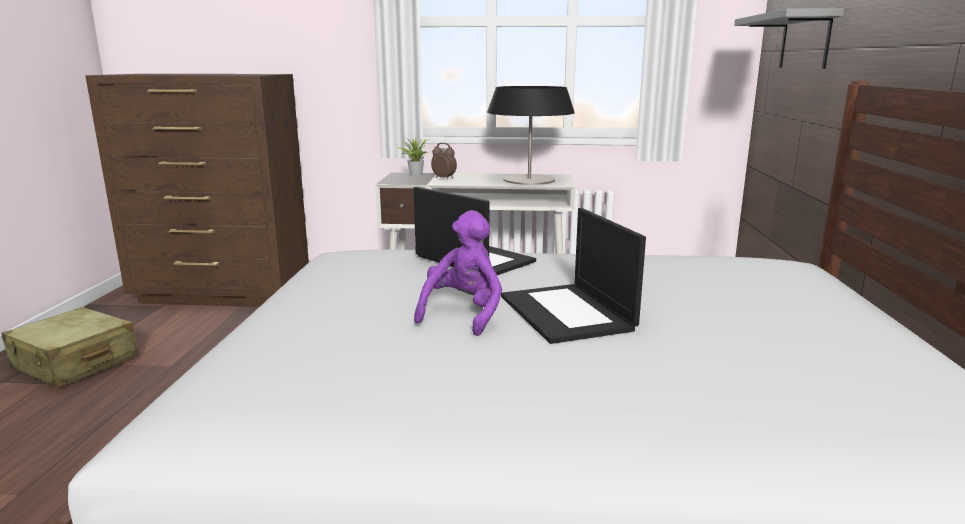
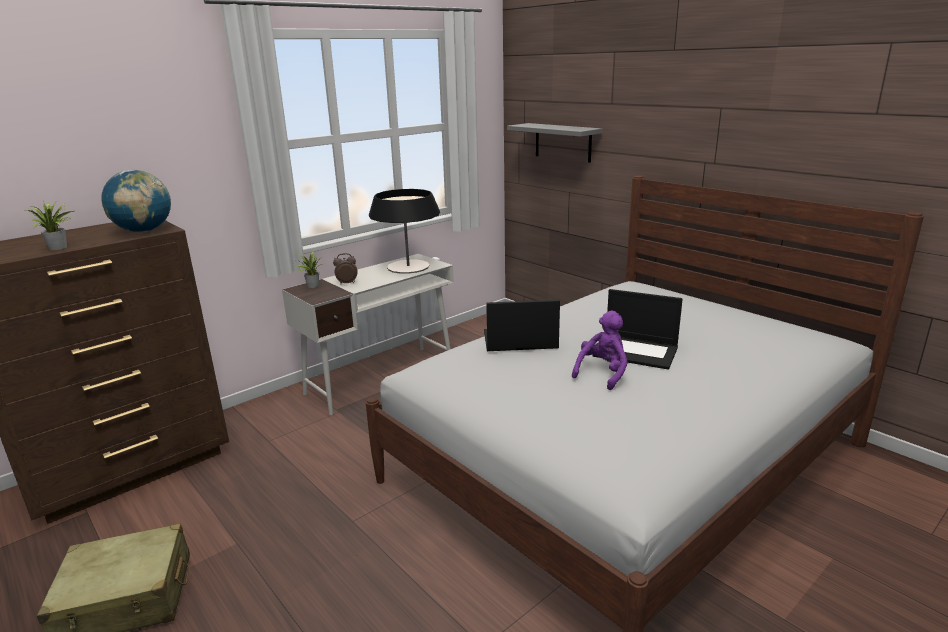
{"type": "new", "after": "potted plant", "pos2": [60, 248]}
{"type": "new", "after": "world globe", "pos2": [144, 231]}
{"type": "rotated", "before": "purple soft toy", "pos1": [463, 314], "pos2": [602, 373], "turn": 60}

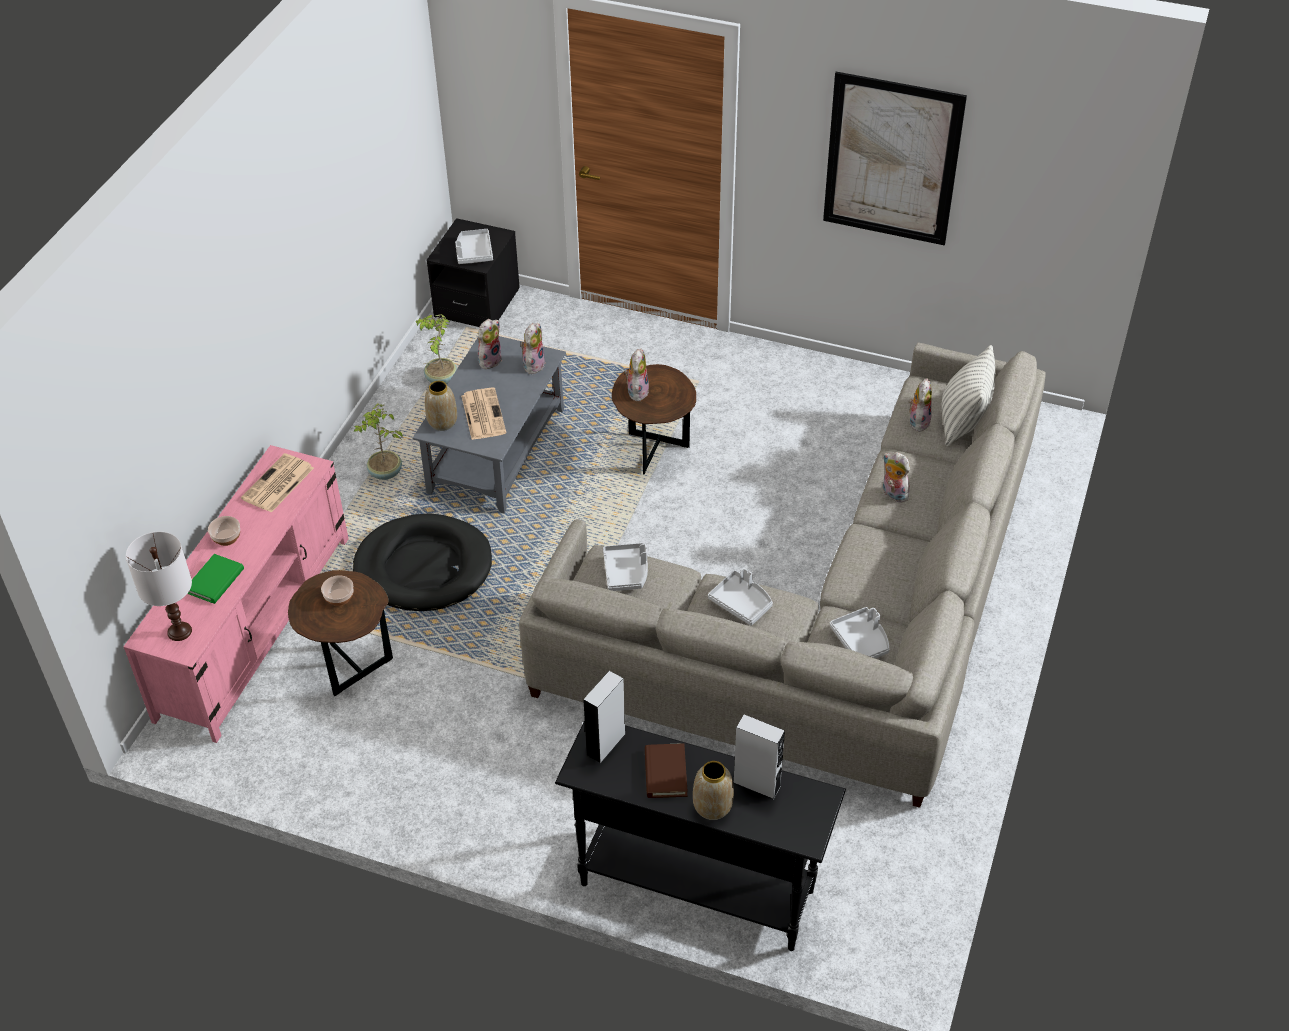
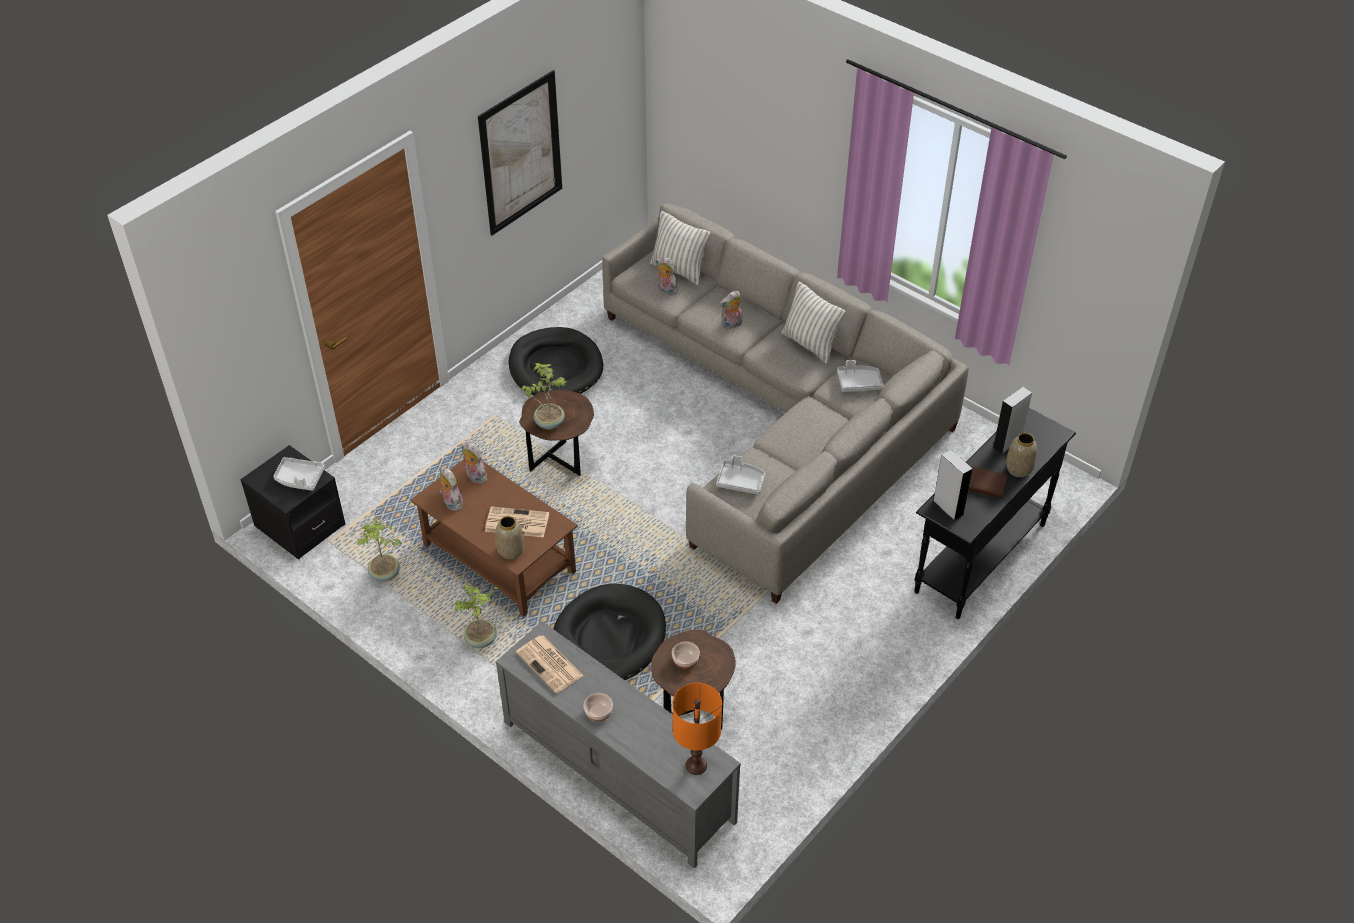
{"type": "gone", "before": "green-coloured volume", "pos1": [215, 581]}
{"type": "gone", "before": "gray carrying tray", "pos1": [742, 603]}
{"type": "new", "after": "blackish dog cushion", "pos2": [555, 367]}
{"type": "new", "after": "throw pillow", "pos2": [810, 344]}
{"type": "swapped", "before": "soft toy", "after": "potted plant", "pos1": [636, 391], "pos2": [549, 422]}
{"type": "repainted", "before": "pinkish media console", "after": "gray media console", "pos1": [255, 626], "pos2": [617, 770]}
{"type": "repainted", "before": "white tabletop lamp", "after": "orange-coloured tabletop lamp", "pos1": [180, 631], "pos2": [696, 765]}
{"type": "repainted", "before": "gray lounge table", "after": "brown lounge table", "pos1": [496, 452], "pos2": [500, 559]}

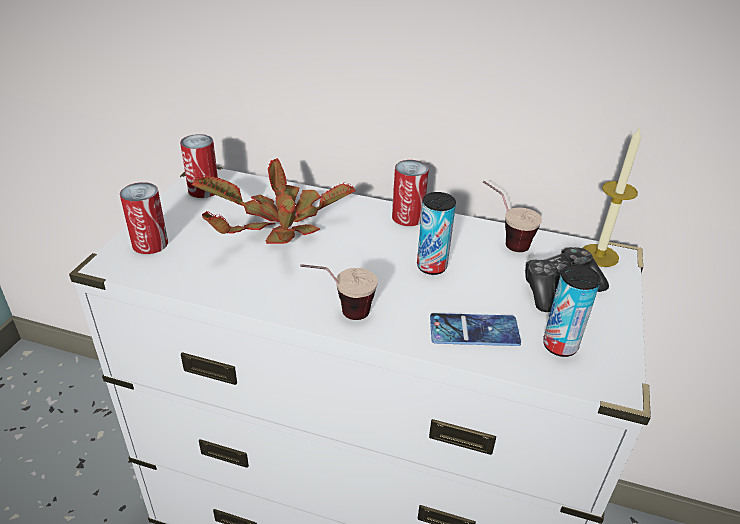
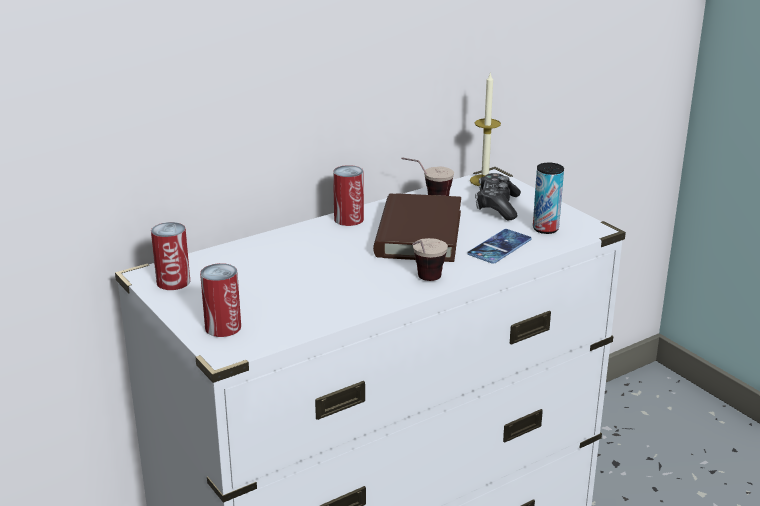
{"type": "gone", "before": "potted plant", "pos1": [277, 225]}
{"type": "swapped", "before": "can", "after": "brown volume", "pos1": [431, 266], "pos2": [418, 234]}

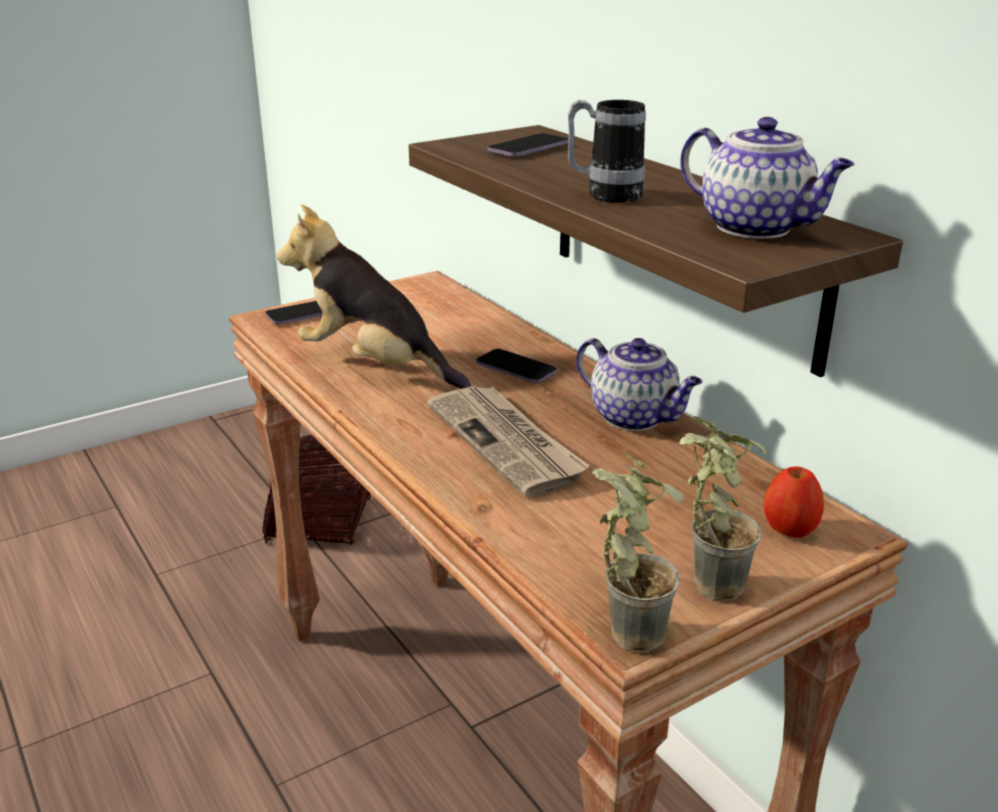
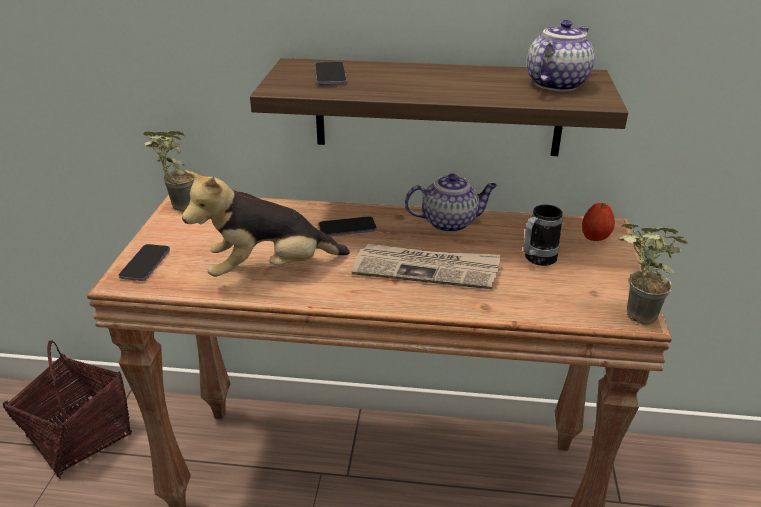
{"type": "shifted", "before": "tea mug", "pos1": [604, 195], "pos2": [536, 260]}
{"type": "shifted", "before": "potted plant", "pos1": [703, 581], "pos2": [176, 207]}
{"type": "rotated", "before": "pot for tea", "pos1": [757, 228], "pos2": [556, 84], "turn": -45}

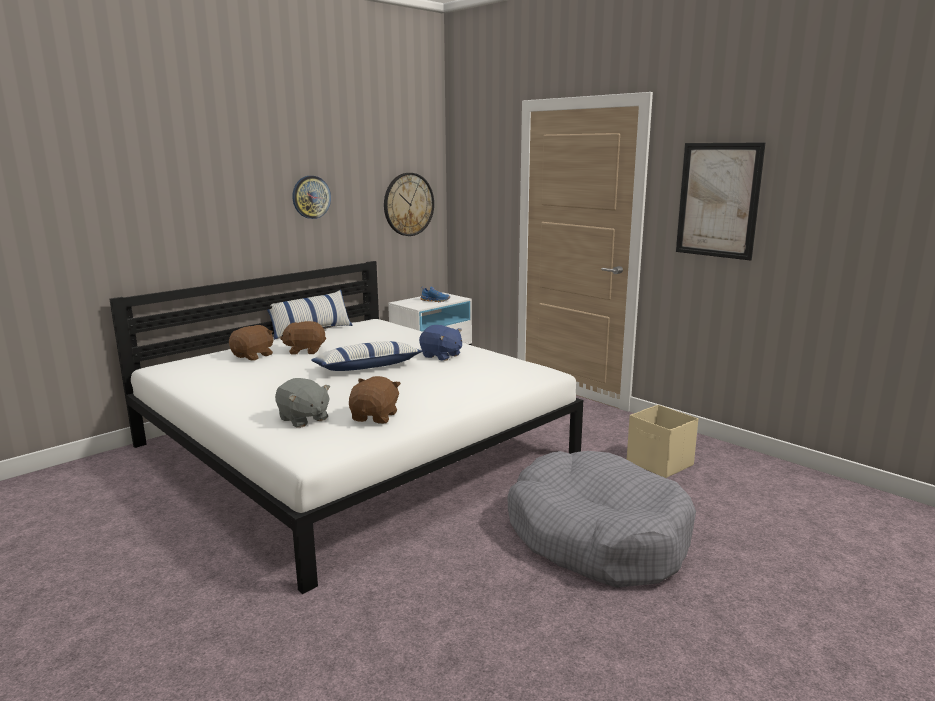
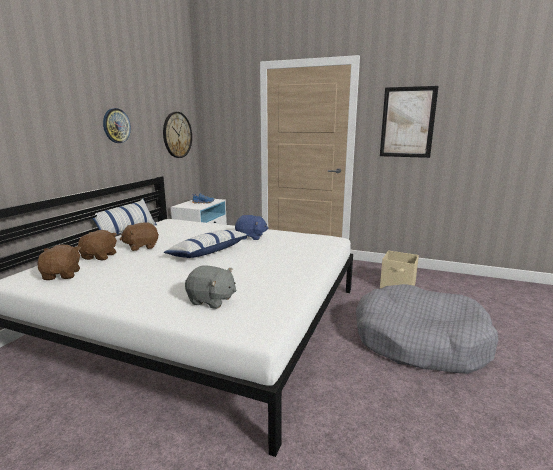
{"type": "shifted", "before": "brown soft toy", "pos1": [375, 417], "pos2": [62, 275]}

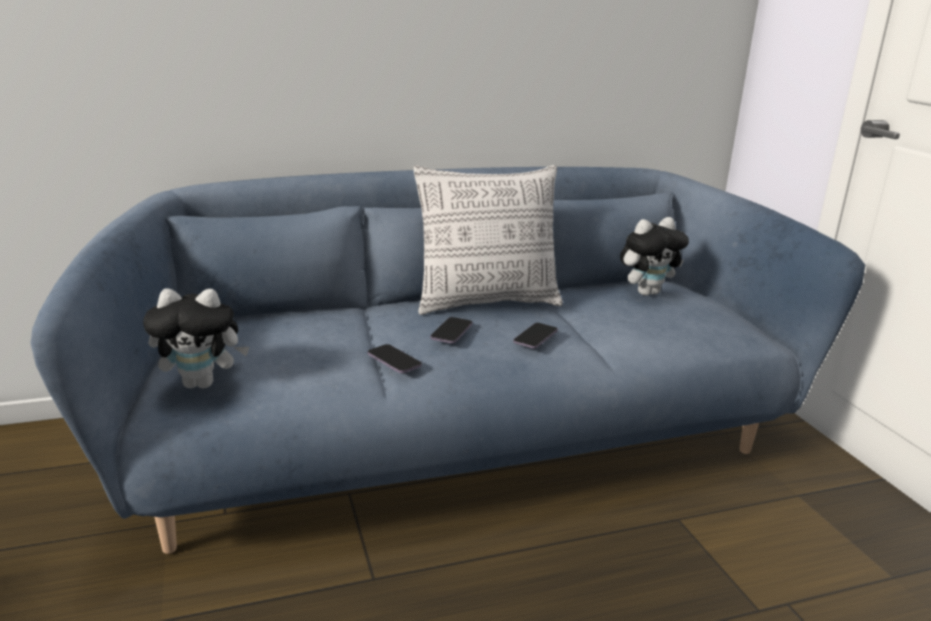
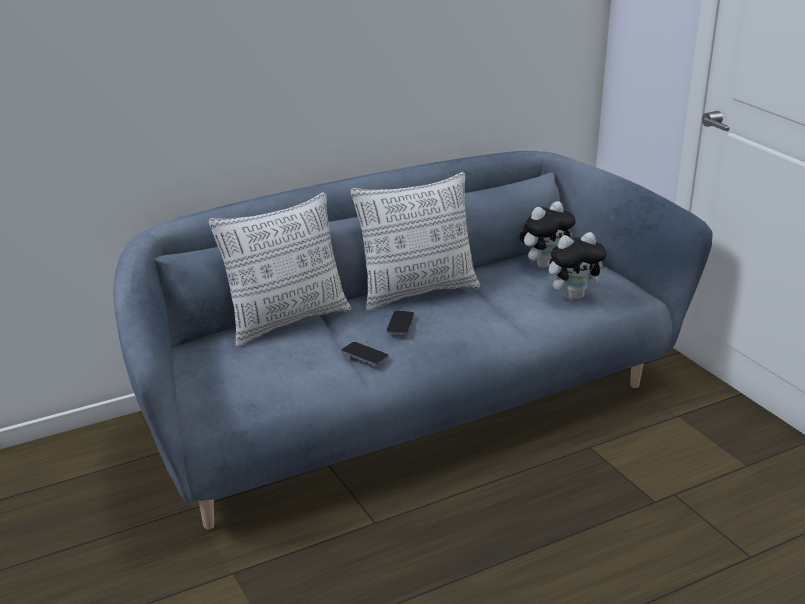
{"type": "gone", "before": "telephone", "pos1": [535, 337]}
{"type": "new", "after": "throw pillow", "pos2": [286, 321]}
{"type": "shifted", "before": "soft toy", "pos1": [202, 383], "pos2": [573, 296]}

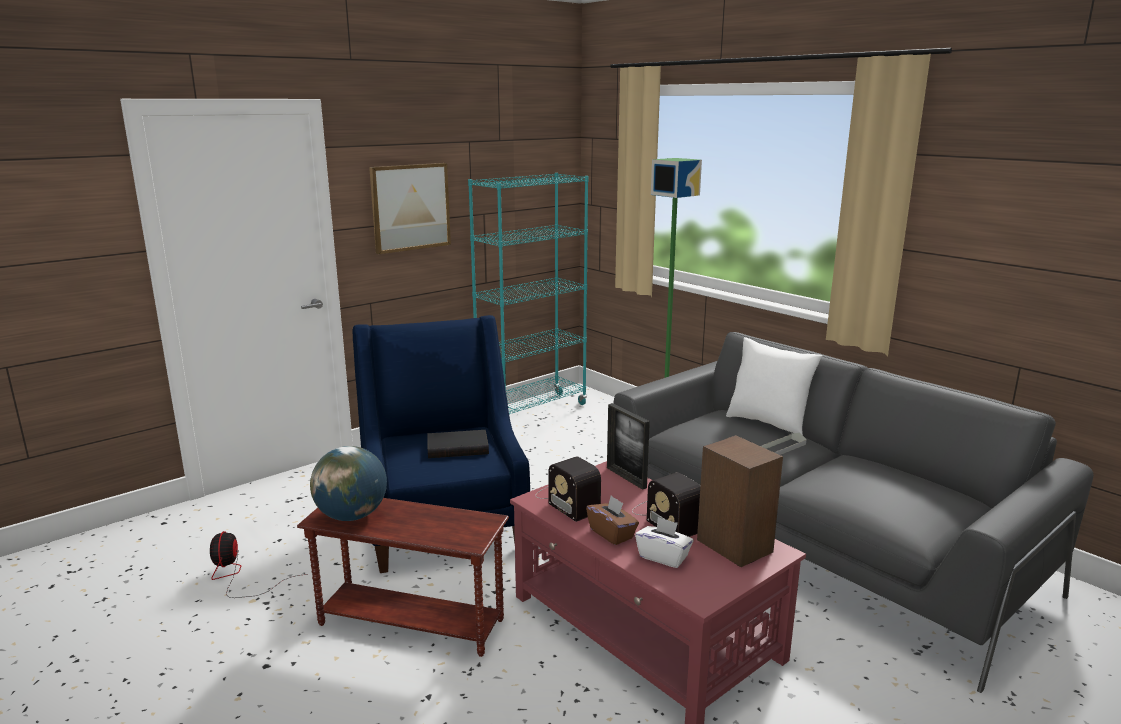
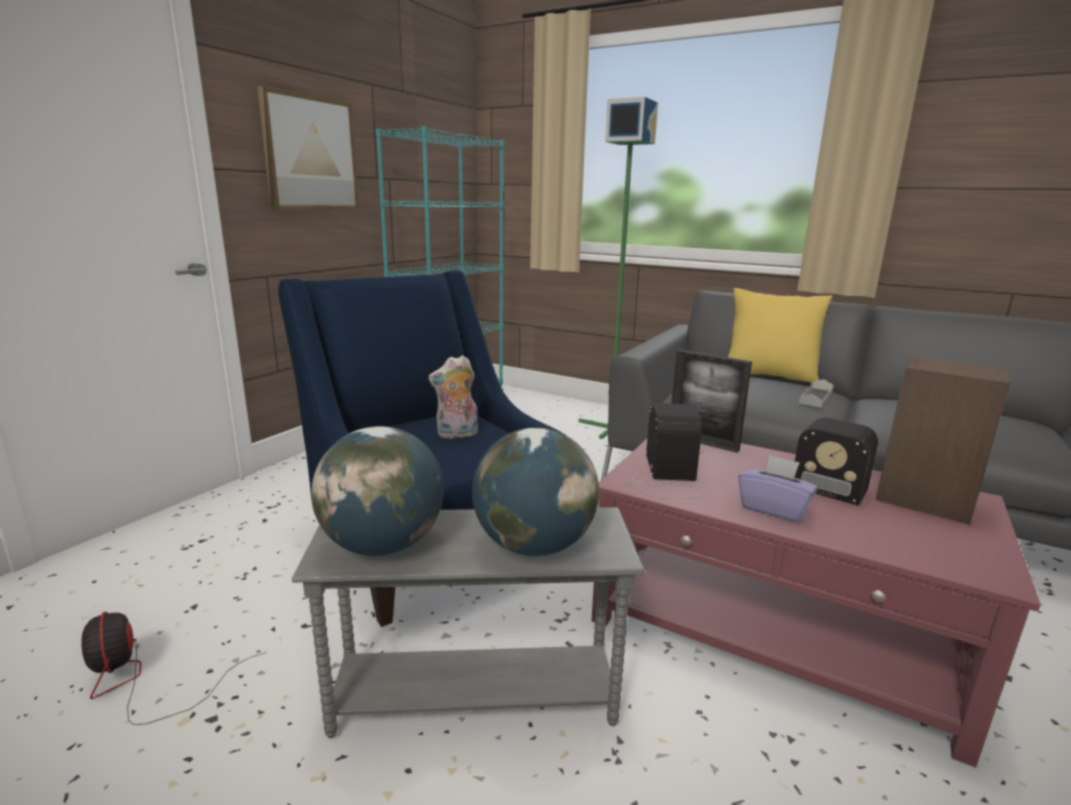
{"type": "gone", "before": "white tissue box", "pos1": [663, 557]}
{"type": "new", "after": "world globe", "pos2": [533, 546]}
{"type": "swapped", "before": "blackish volume", "after": "soft toy", "pos1": [458, 447], "pos2": [457, 435]}
{"type": "repainted", "before": "brown end table", "after": "gray end table", "pos1": [411, 623], "pos2": [475, 697]}
{"type": "repainted", "before": "brown tissue box", "after": "purple tissue box", "pos1": [612, 534], "pos2": [774, 509]}
{"type": "repainted", "before": "white throw pillow", "after": "yellow throw pillow", "pos1": [768, 423], "pos2": [769, 377]}
{"type": "rotated", "before": "radio", "pos1": [567, 500], "pos2": [668, 477], "turn": -120}

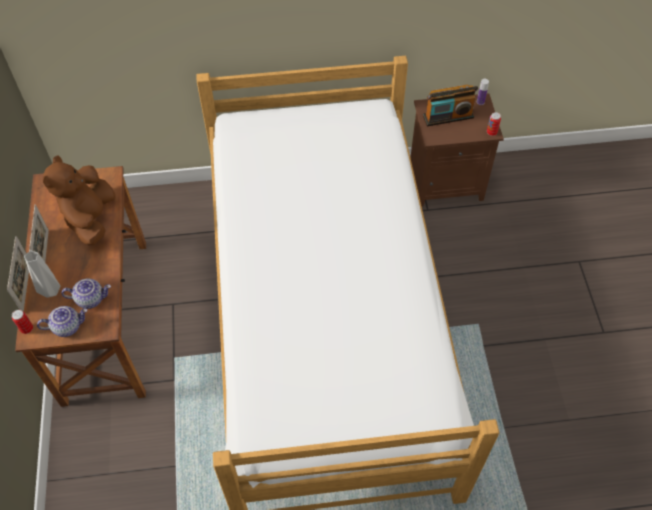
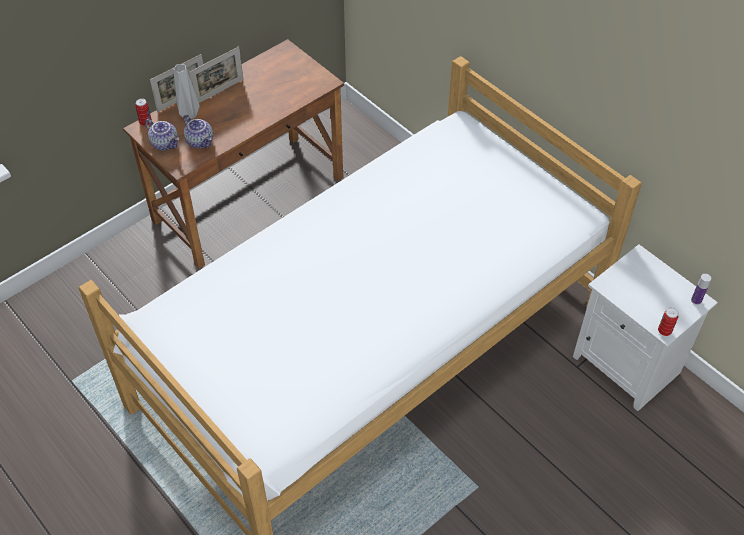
{"type": "gone", "before": "brown soft toy", "pos1": [91, 218]}
{"type": "gone", "before": "radio", "pos1": [448, 117]}
{"type": "repainted", "before": "brown nightstand", "after": "white nightstand", "pos1": [446, 182], "pos2": [628, 364]}

